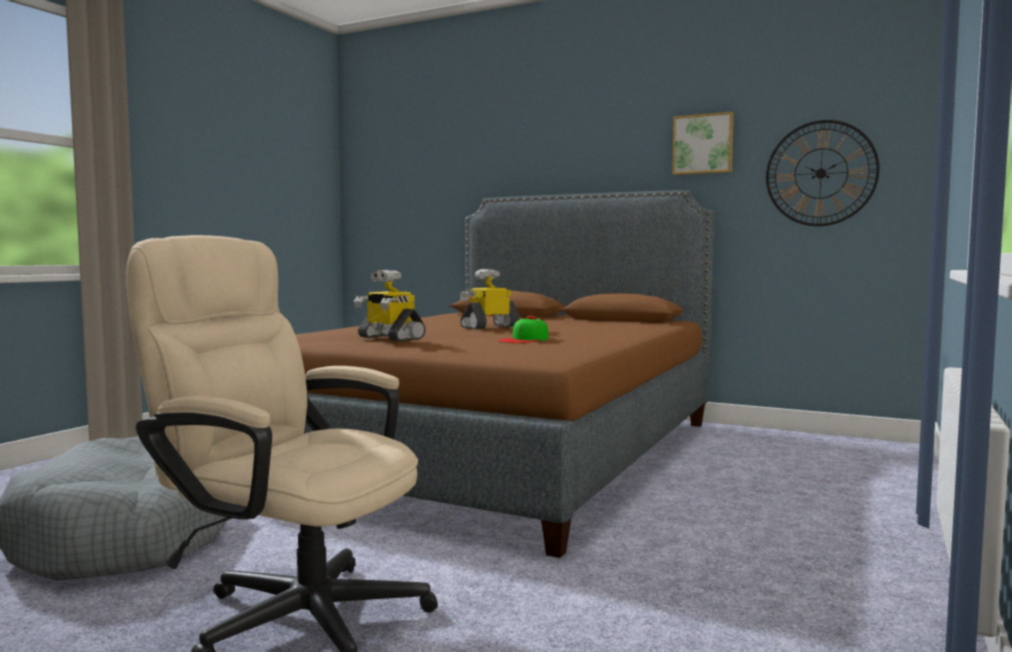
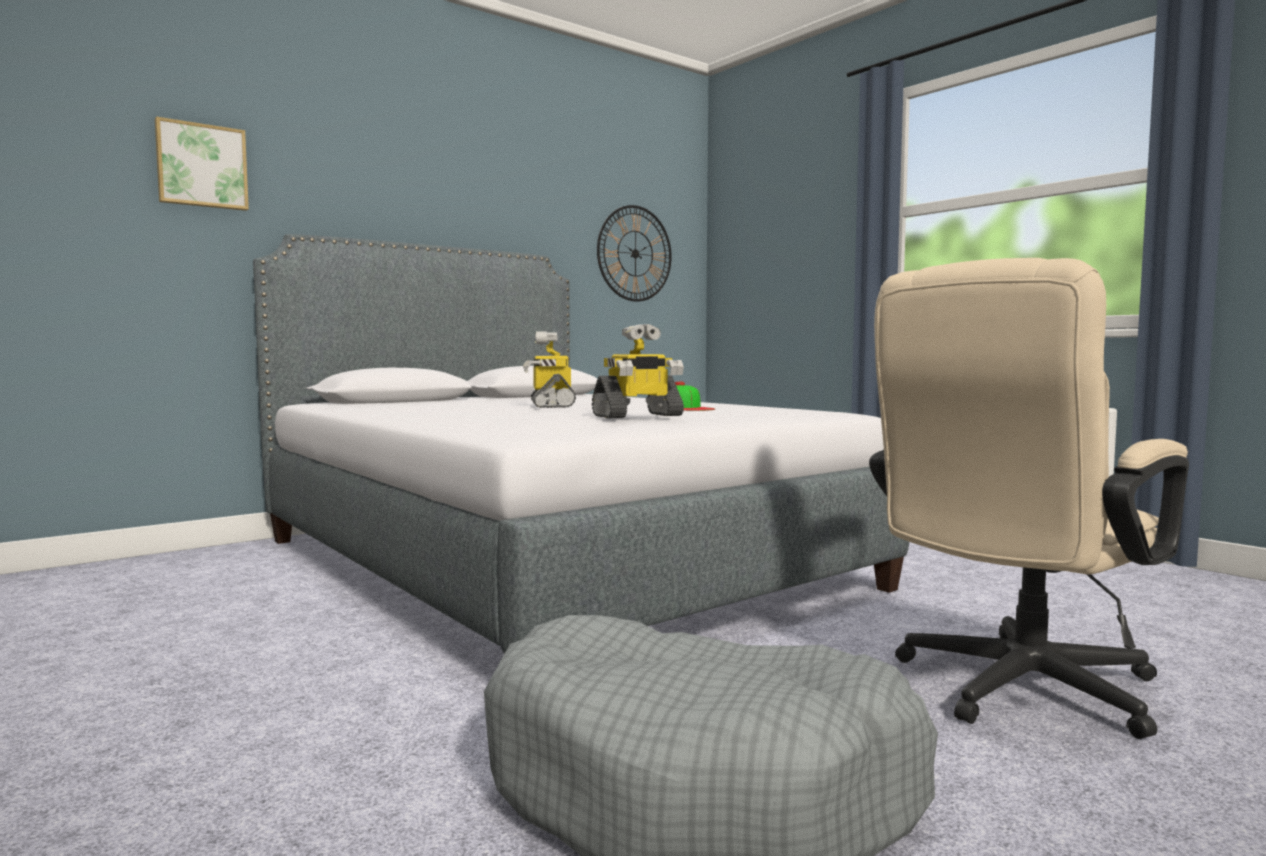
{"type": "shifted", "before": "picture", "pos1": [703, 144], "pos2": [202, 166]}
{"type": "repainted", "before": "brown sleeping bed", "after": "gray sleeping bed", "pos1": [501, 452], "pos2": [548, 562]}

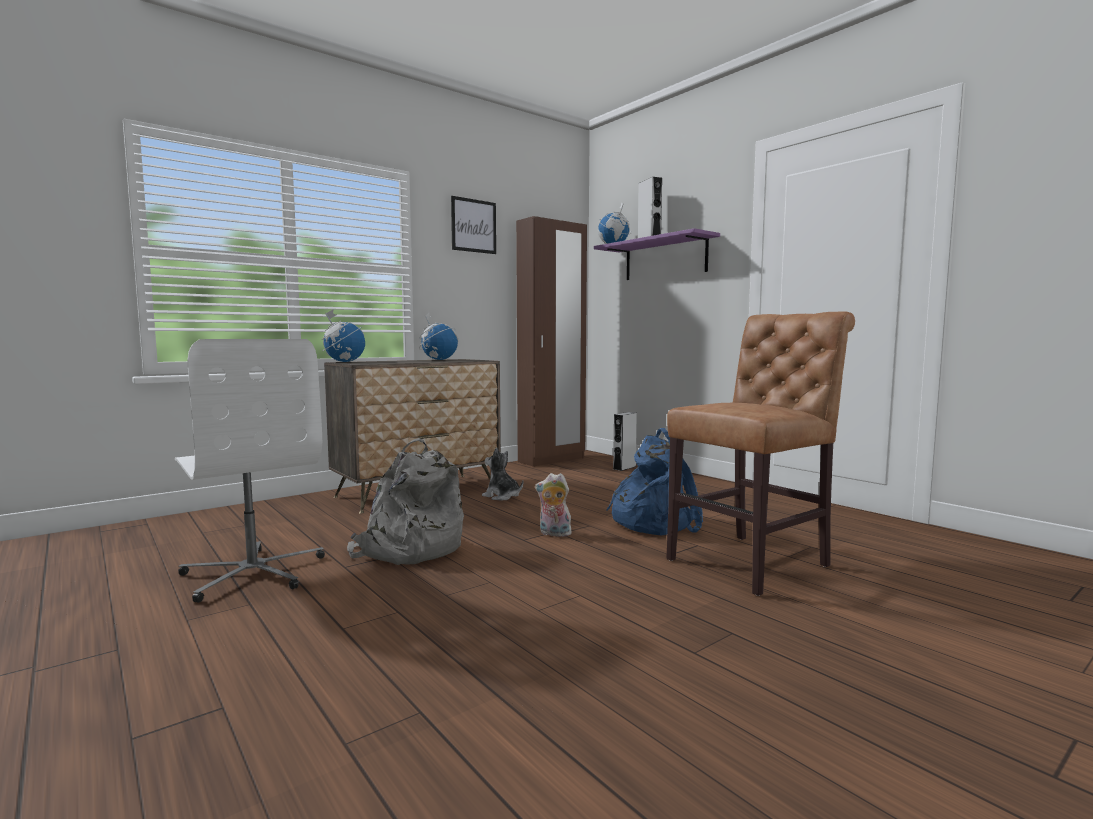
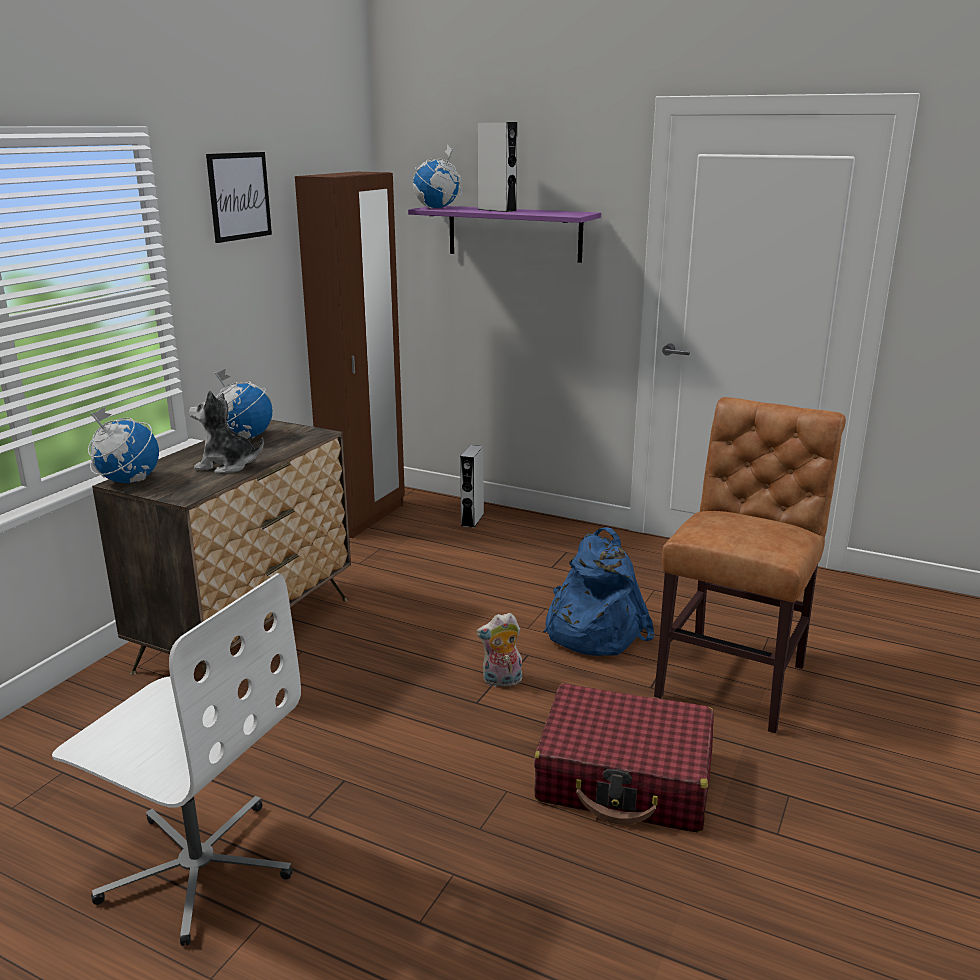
{"type": "gone", "before": "gray rucksack", "pos1": [409, 549]}
{"type": "new", "after": "red travel case", "pos2": [625, 778]}
{"type": "shifted", "before": "soft toy", "pos1": [502, 496], "pos2": [227, 465]}

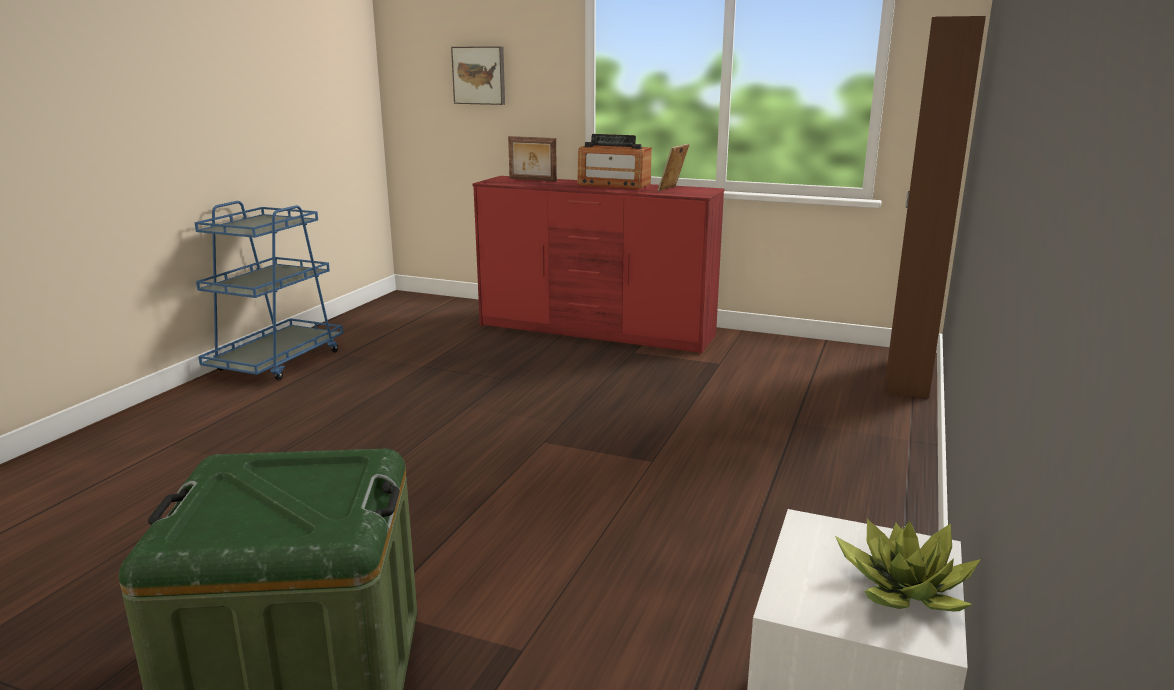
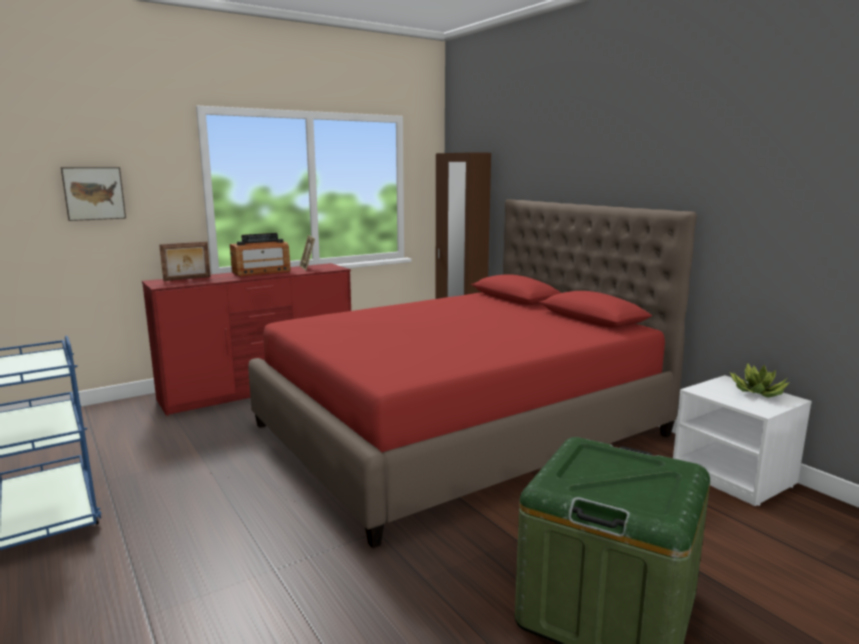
{"type": "new", "after": "red sleeping bed", "pos2": [460, 430]}

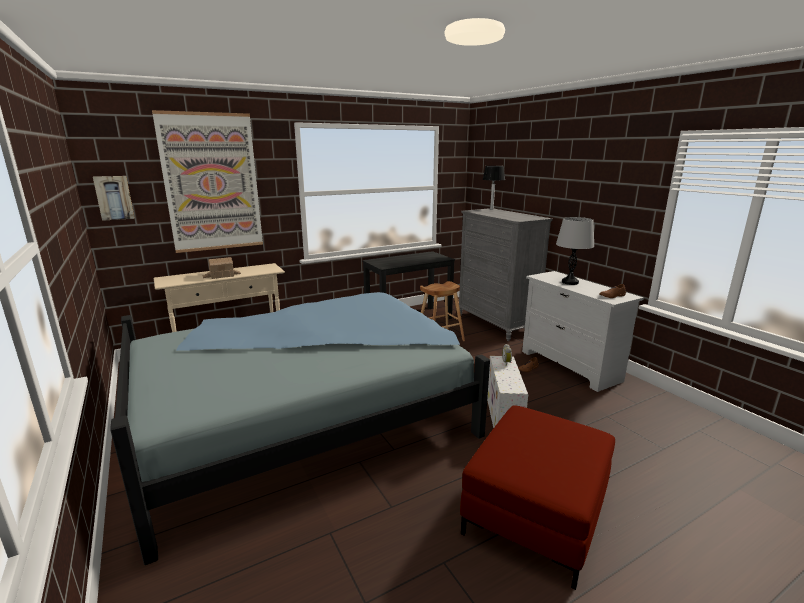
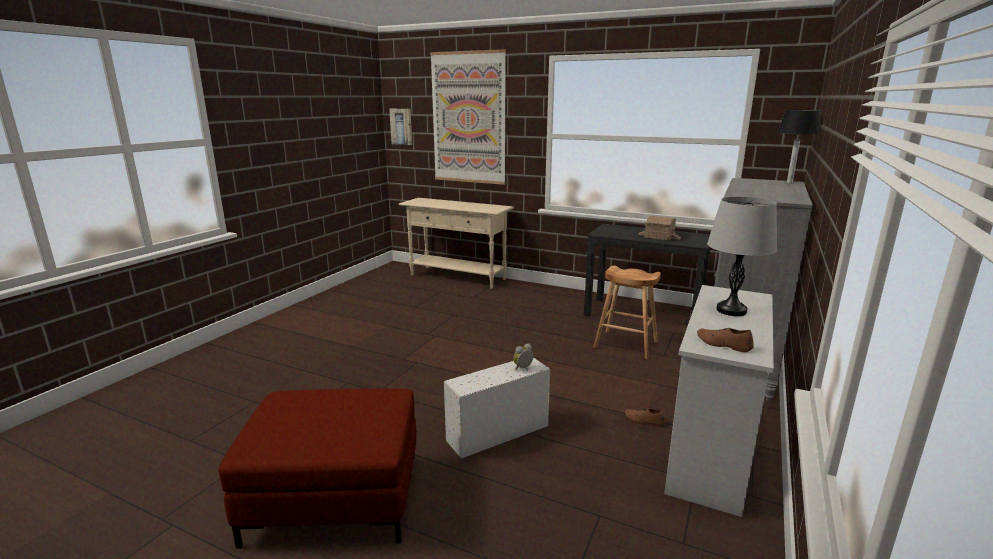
{"type": "gone", "before": "blue sleeping bed", "pos1": [310, 415]}
{"type": "shifted", "before": "toy house", "pos1": [221, 275], "pos2": [659, 236]}

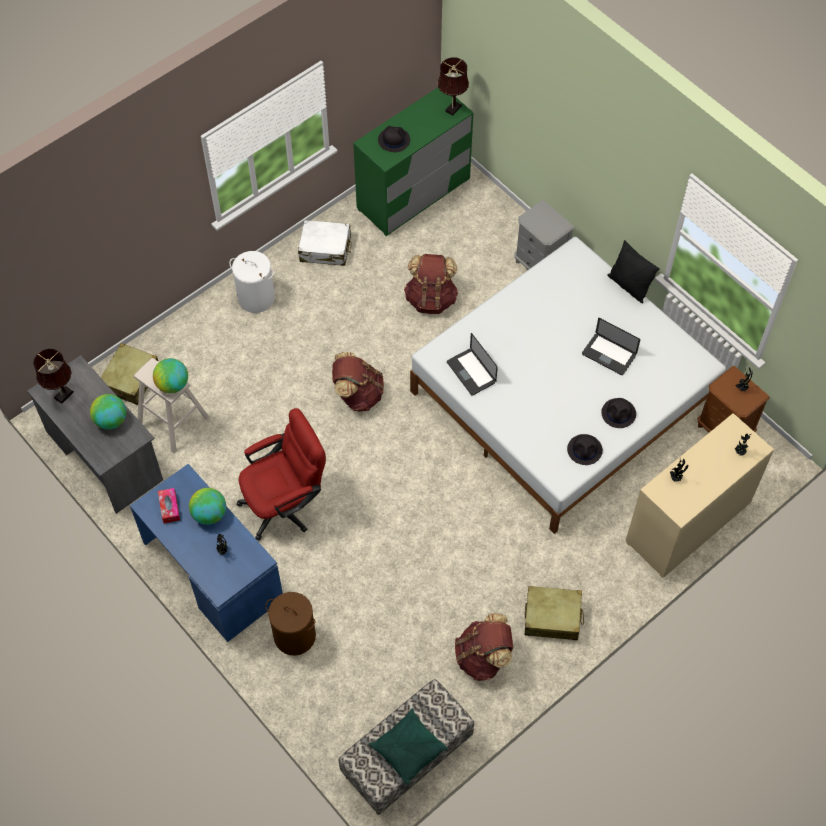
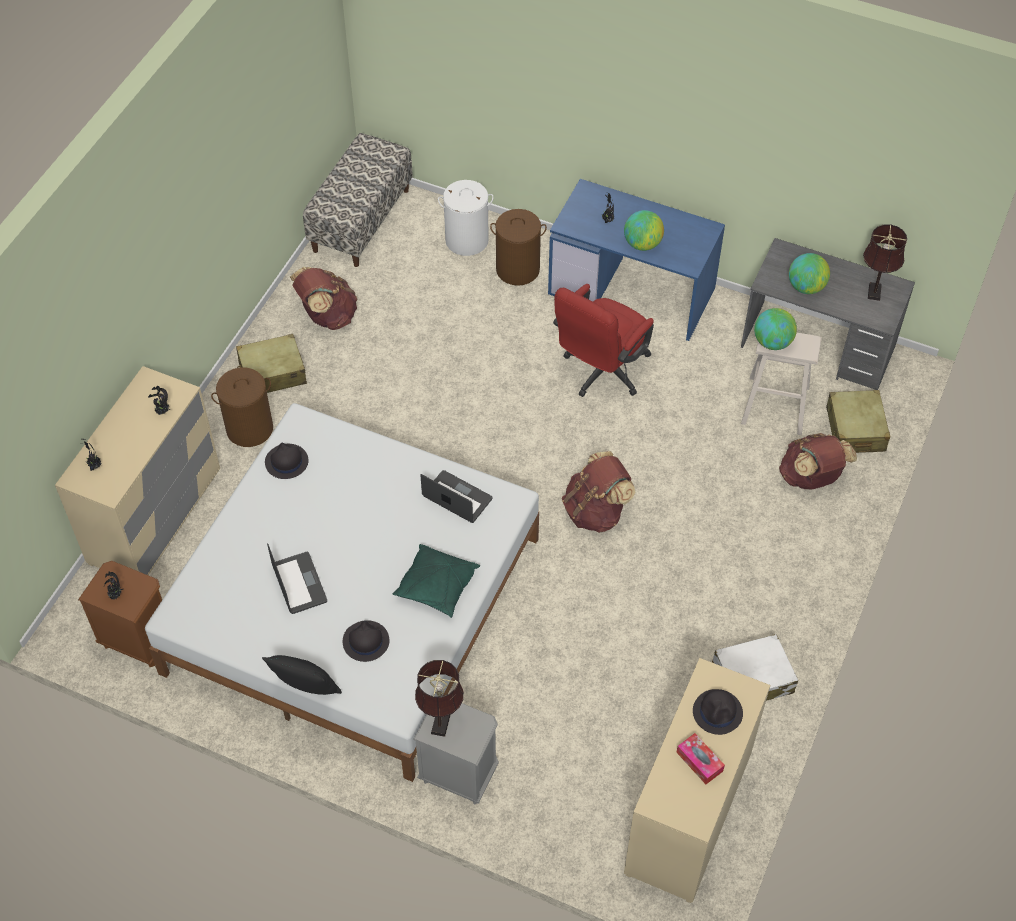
{"type": "new", "after": "brown washing basket", "pos2": [249, 429]}
{"type": "shifted", "before": "tissue box", "pos1": [169, 508], "pos2": [699, 761]}
{"type": "shifted", "before": "white washing basket", "pos1": [256, 298], "pos2": [466, 240]}
{"type": "shifted", "before": "green-coloured throw pillow", "pos1": [409, 749], "pos2": [436, 586]}
{"type": "shifted", "before": "brown rucksack", "pos1": [431, 299], "pos2": [811, 478]}
{"type": "shifted", "before": "brown tabletop lamp", "pos1": [452, 109], "pos2": [441, 721]}
{"type": "shifted", "before": "blackish hat", "pos1": [619, 413], "pos2": [365, 641]}
{"type": "repainted", "before": "green-coloured dresser", "after": "beige-coloured dresser", "pos1": [413, 194], "pos2": [688, 814]}
{"type": "rotated", "before": "portable computer", "pos1": [608, 355], "pos2": [299, 583], "turn": 60}

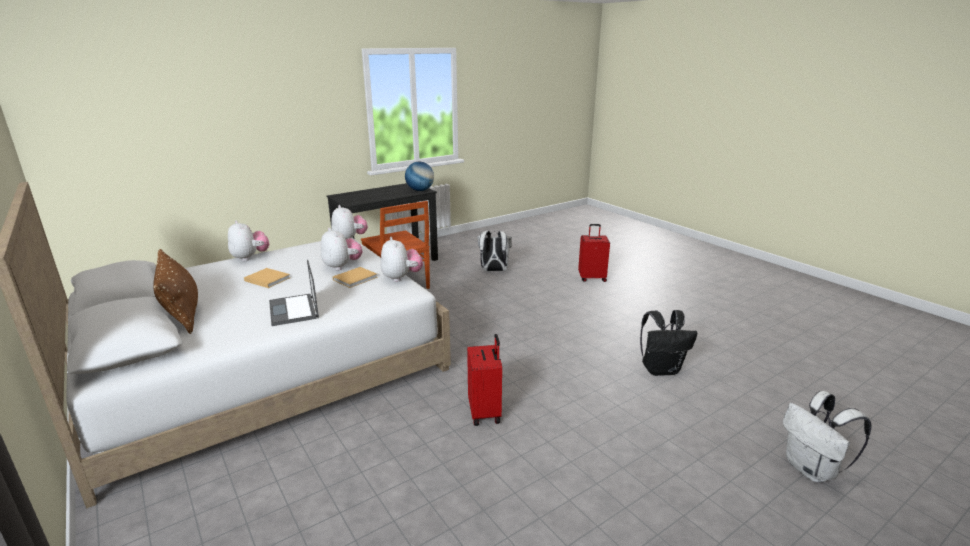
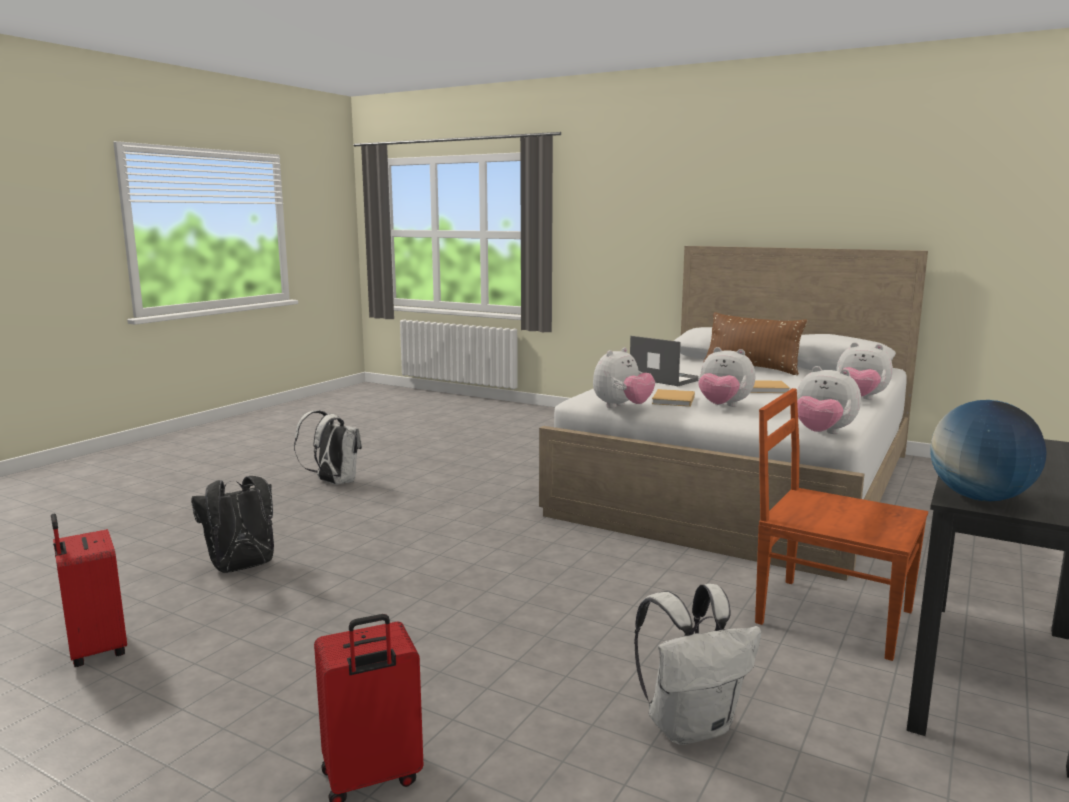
{"type": "shifted", "before": "red travel case", "pos1": [485, 412], "pos2": [95, 650]}
{"type": "shifted", "before": "white rucksack", "pos1": [812, 470], "pos2": [333, 482]}
{"type": "rotated", "before": "soft toy", "pos1": [401, 278], "pos2": [622, 407], "turn": -90}

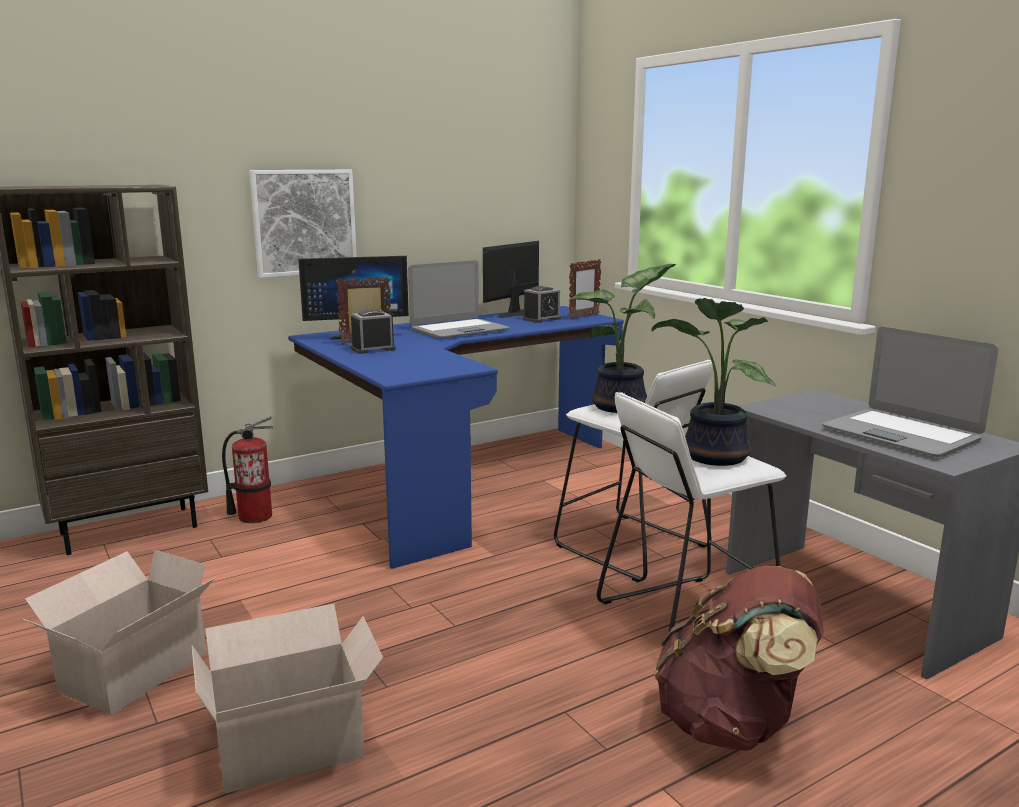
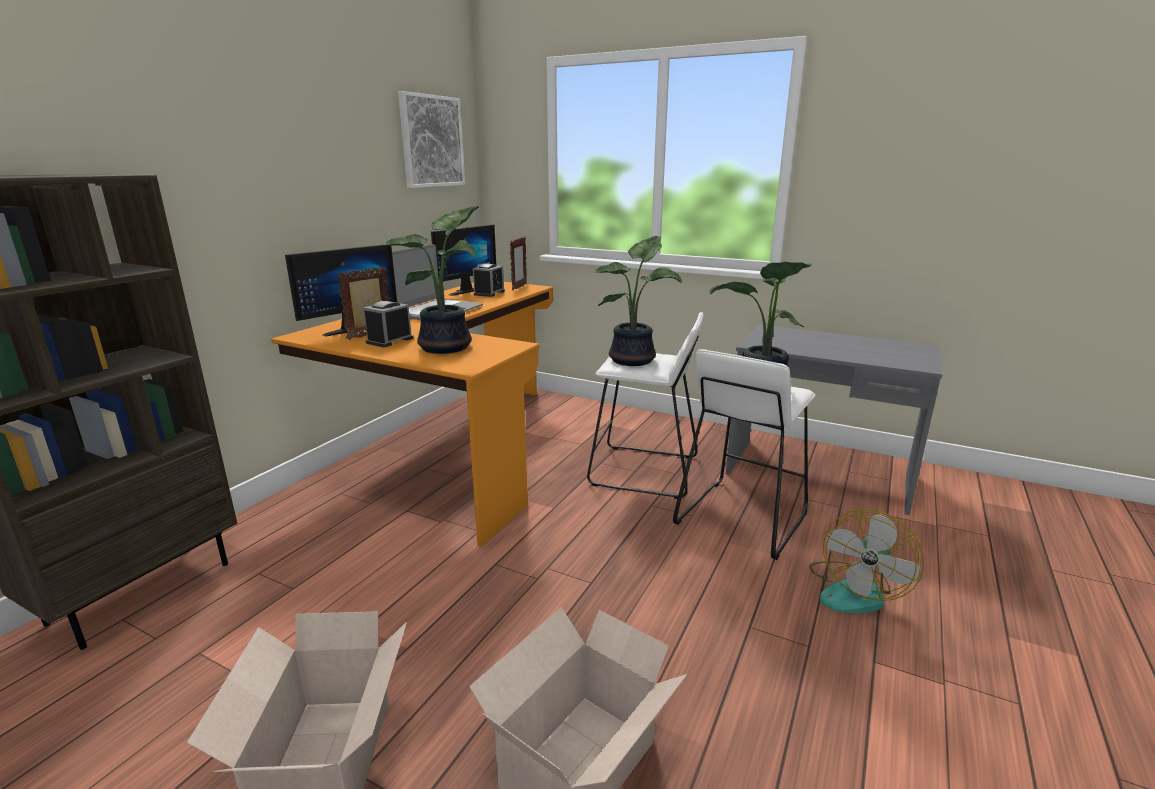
{"type": "gone", "before": "fire-fighting cylinder", "pos1": [255, 516]}
{"type": "gone", "before": "portable computer", "pos1": [901, 434]}
{"type": "new", "after": "potted plant", "pos2": [449, 347]}
{"type": "shifted", "before": "picture", "pos1": [304, 222], "pos2": [431, 141]}
{"type": "swapped", "before": "brown rucksack", "after": "cooling fan", "pos1": [733, 724], "pos2": [855, 591]}
{"type": "repainted", "before": "blue desk", "after": "orange-coloured desk", "pos1": [457, 481], "pos2": [451, 448]}
{"type": "rotated", "before": "computer display", "pos1": [519, 314], "pos2": [462, 291], "turn": -150}

